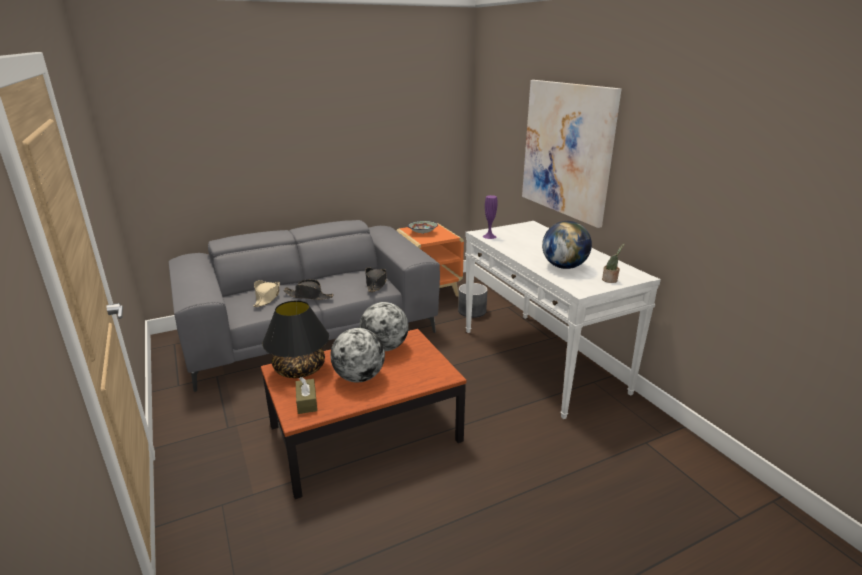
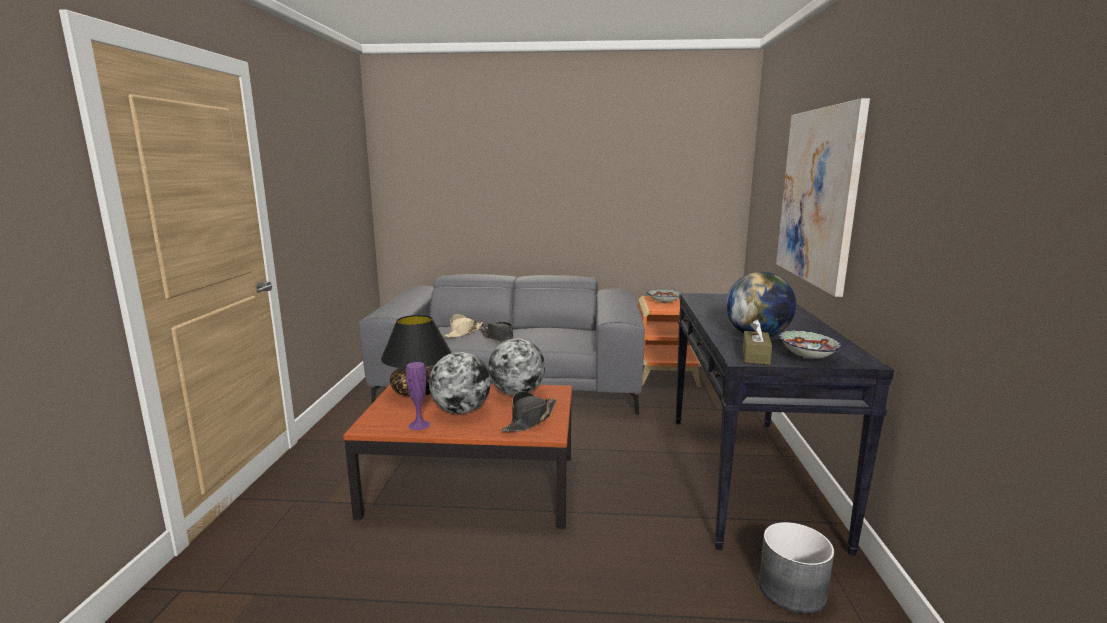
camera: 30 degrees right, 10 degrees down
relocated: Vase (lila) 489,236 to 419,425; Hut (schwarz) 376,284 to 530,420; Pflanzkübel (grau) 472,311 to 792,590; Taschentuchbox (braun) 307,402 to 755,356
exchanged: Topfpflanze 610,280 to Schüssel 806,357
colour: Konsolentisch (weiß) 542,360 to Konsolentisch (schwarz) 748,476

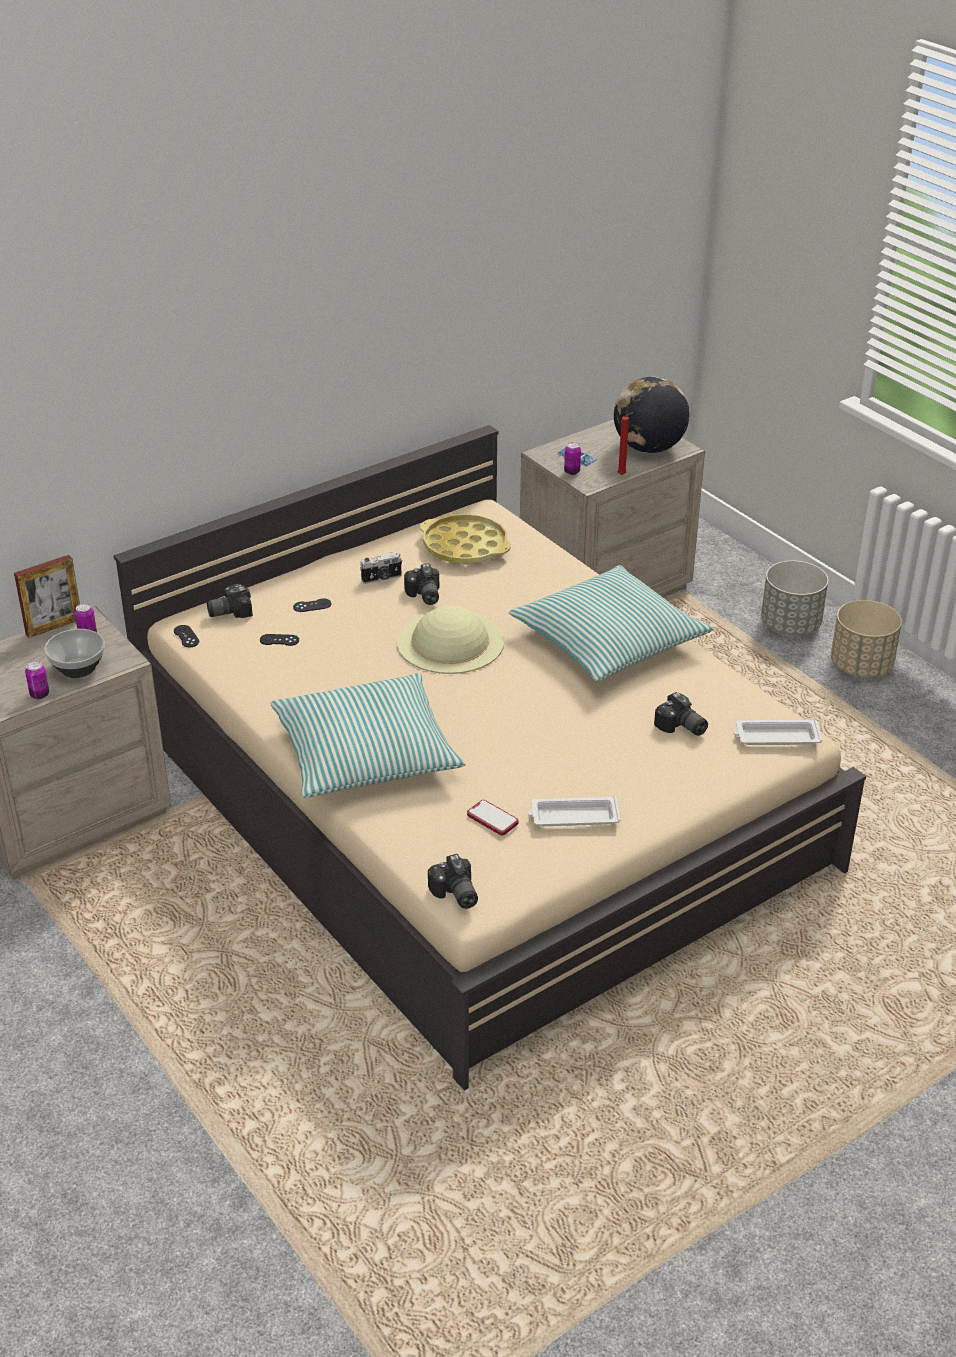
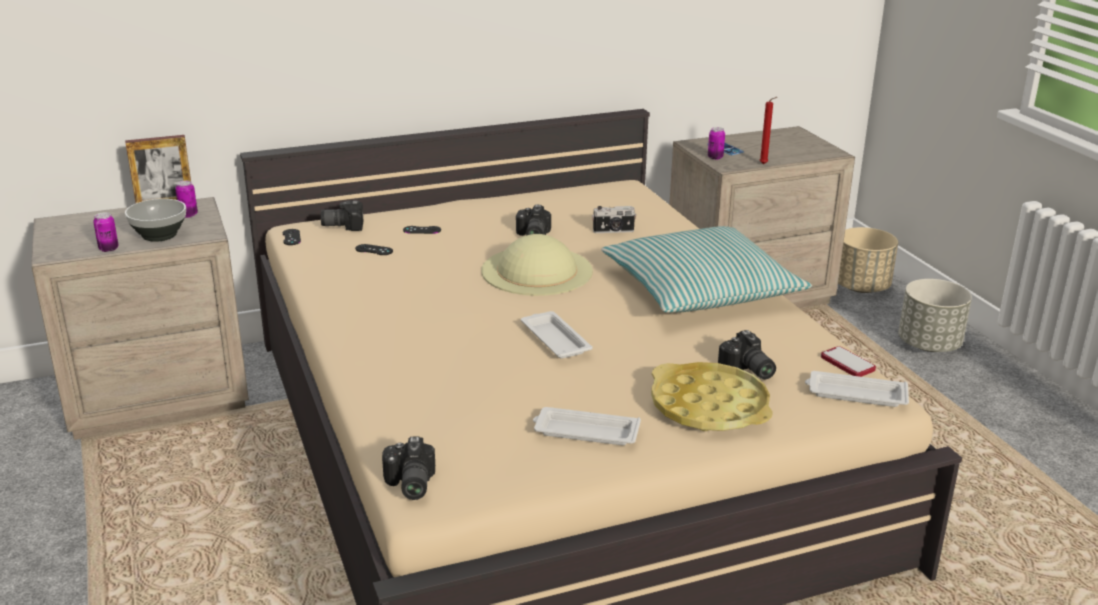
camera: 15 degrees right, 10 degrees down
missing: Globus 648,448; Kissen 365,753
appeared: Tablett (weiß) 554,339
relocated: Tablett (gelb) 465,547 to 709,407; Kamera 382,578 to 613,231; Pflanzkübel (beige) 861,666 to 861,287; Handy 492,819 to 847,363

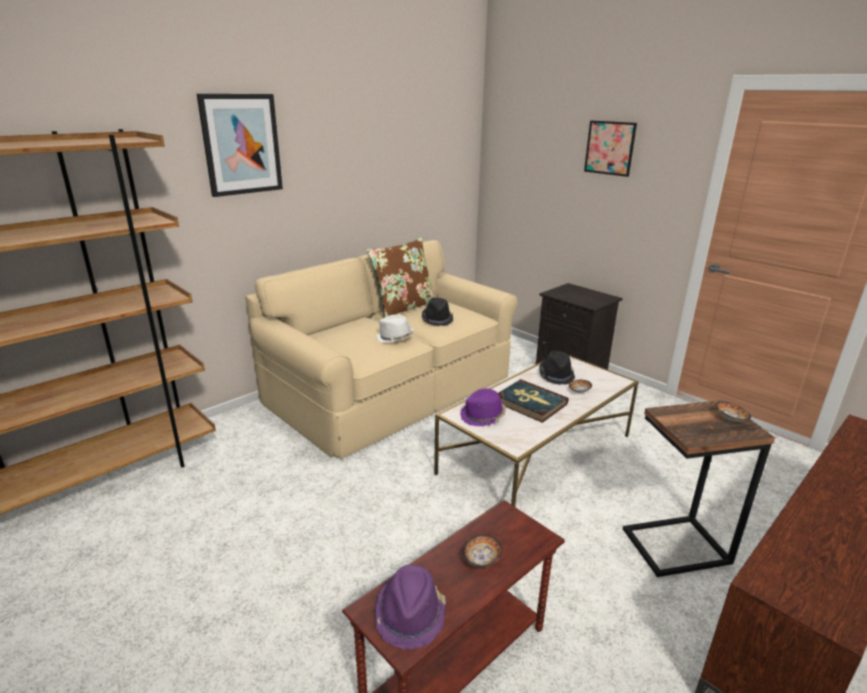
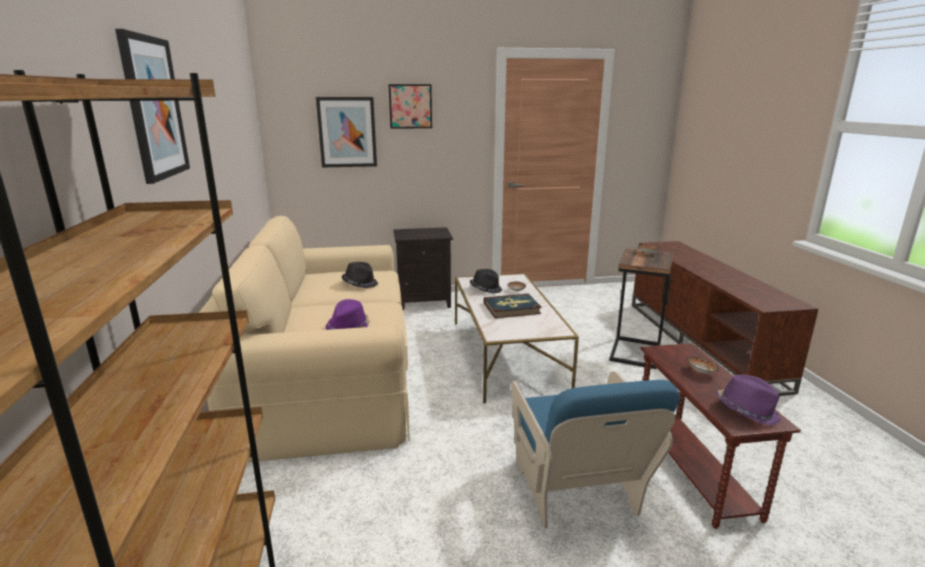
camera: 55 degrees left, 5 degrees down
missing: Kissen (braun) 404,308; Hut (weiß) 394,338
appeared: Bild 347,132; Sessel (blau) 577,493
relocated: Hut (lila) 483,416 to 349,327

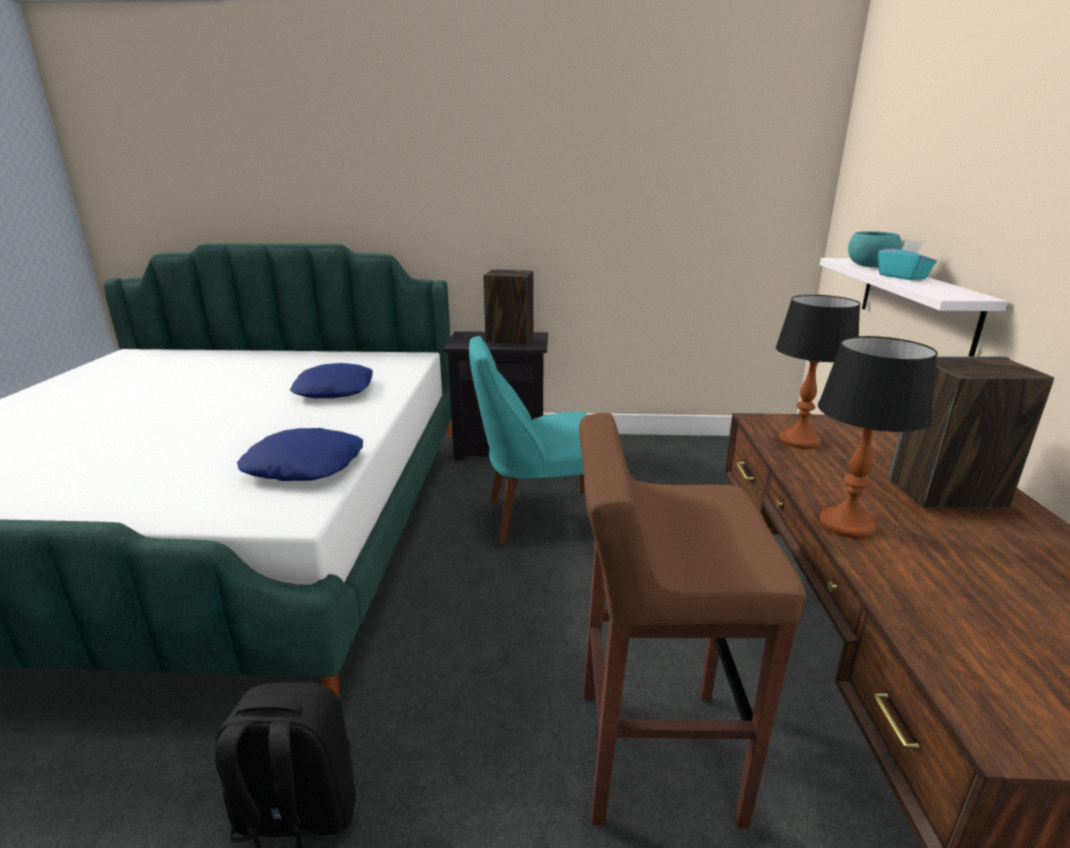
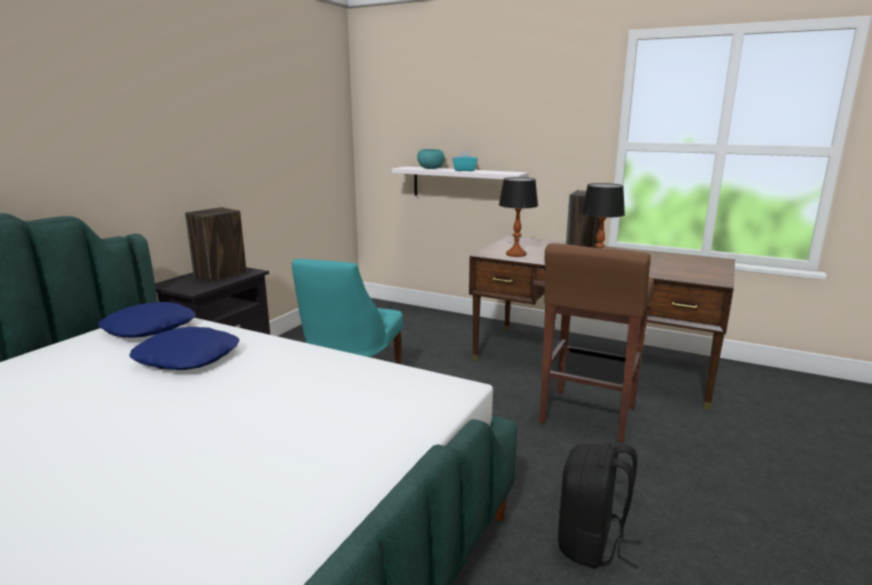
camera: 65 degrees left, 5 degrees down
relocated: Kissen (blau) 305,465 to 149,328

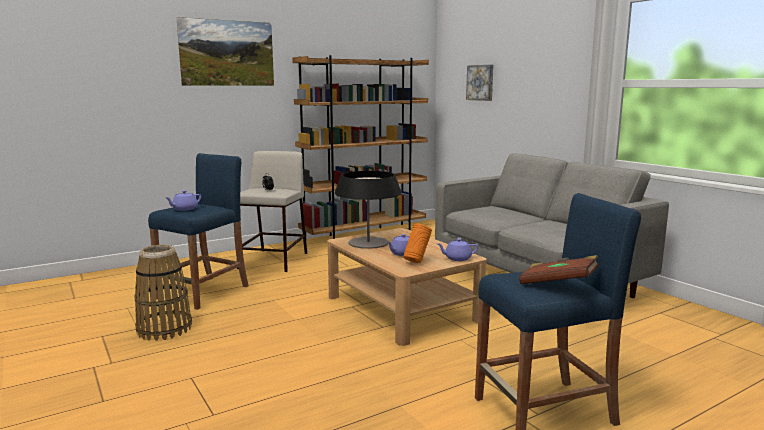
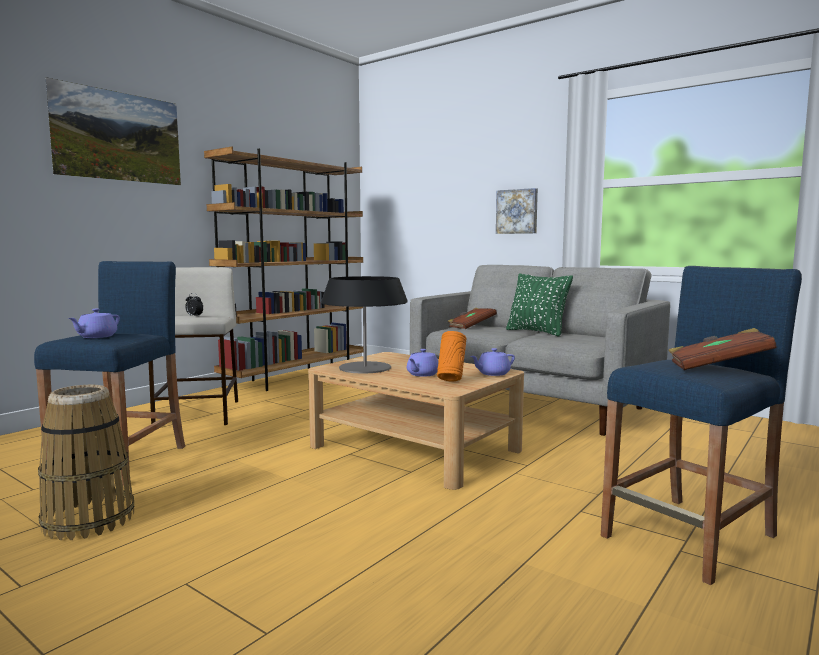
camera: 20 degrees left, 5 degrees down
appeared: Kissen (grün) 537,332; Buch (braun) 471,327
relocated: Bild 480,82 to 517,211

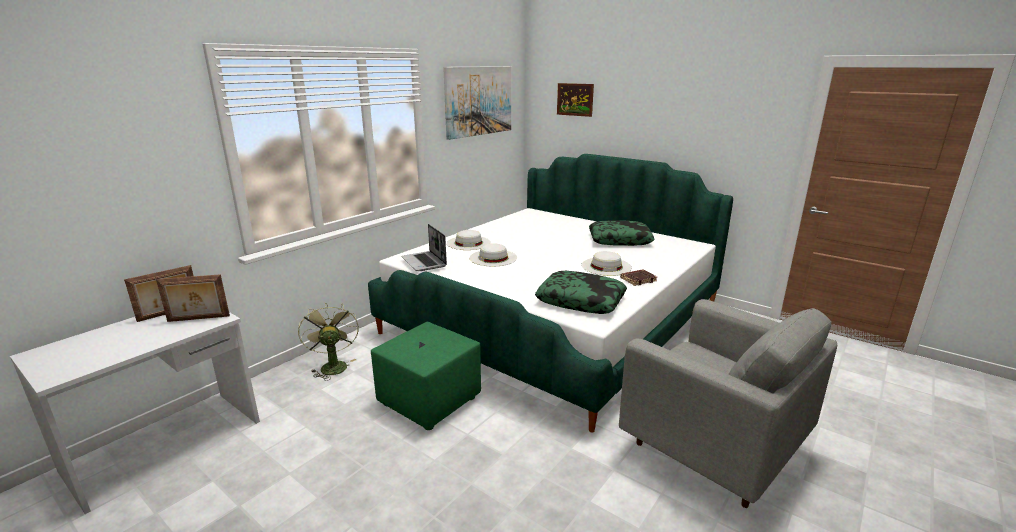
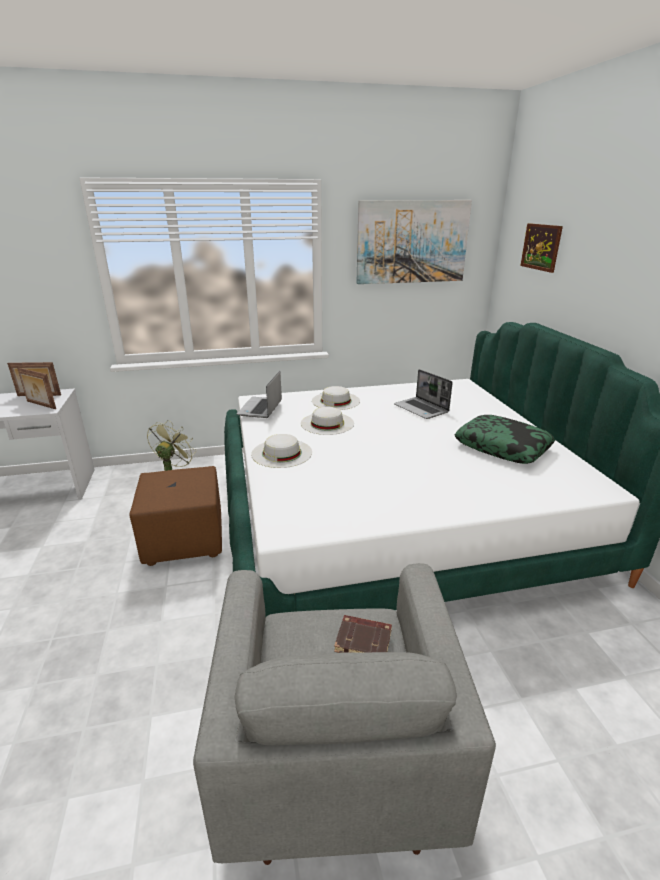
camera: 40 degrees right, 5 degrees up
missing: Kissen 581,300
appeared: Laptop 422,409
relocated: Hut (weiß) 606,266 to 282,453; Buch (braun) 638,279 to 364,641
colour: Polsterhocker (grün) 430,401 to Polsterhocker (braun) 185,541

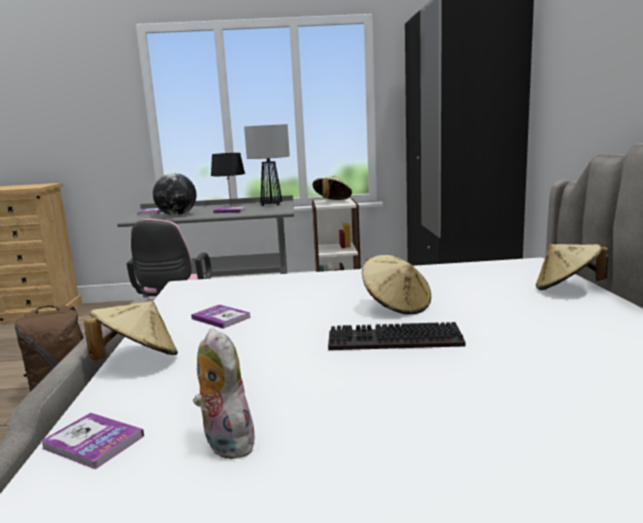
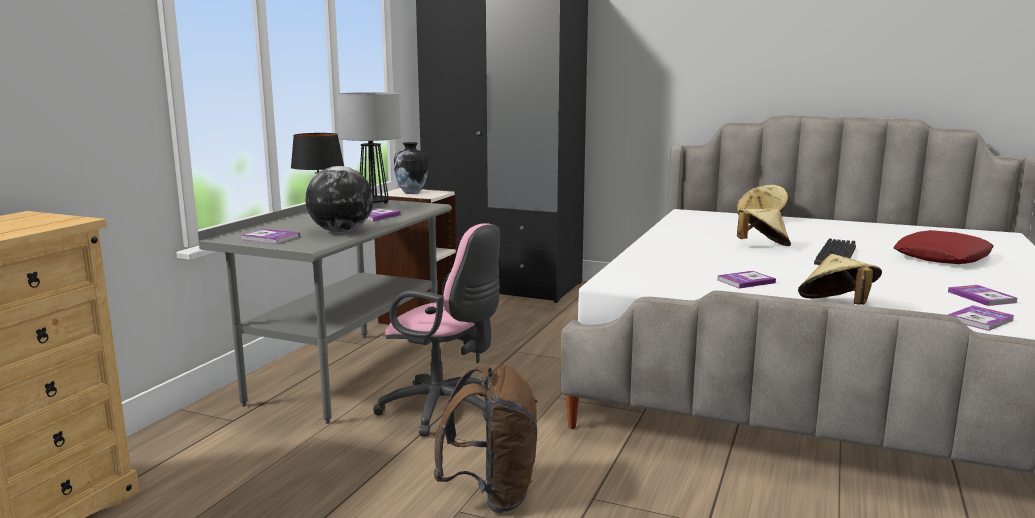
camera: 65 degrees left, 0 degrees up
appeared: Kissen (rot) 942,257
exchanged: Hut (beige) 332,202 to Vase 411,193; Plüschtier 224,443 to Buch 982,297

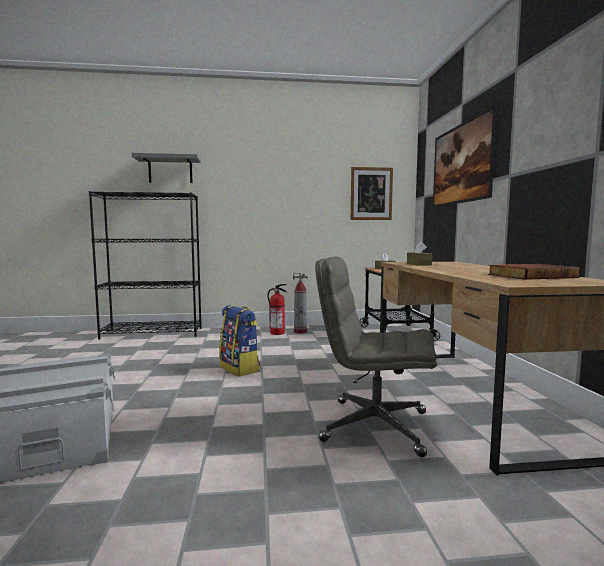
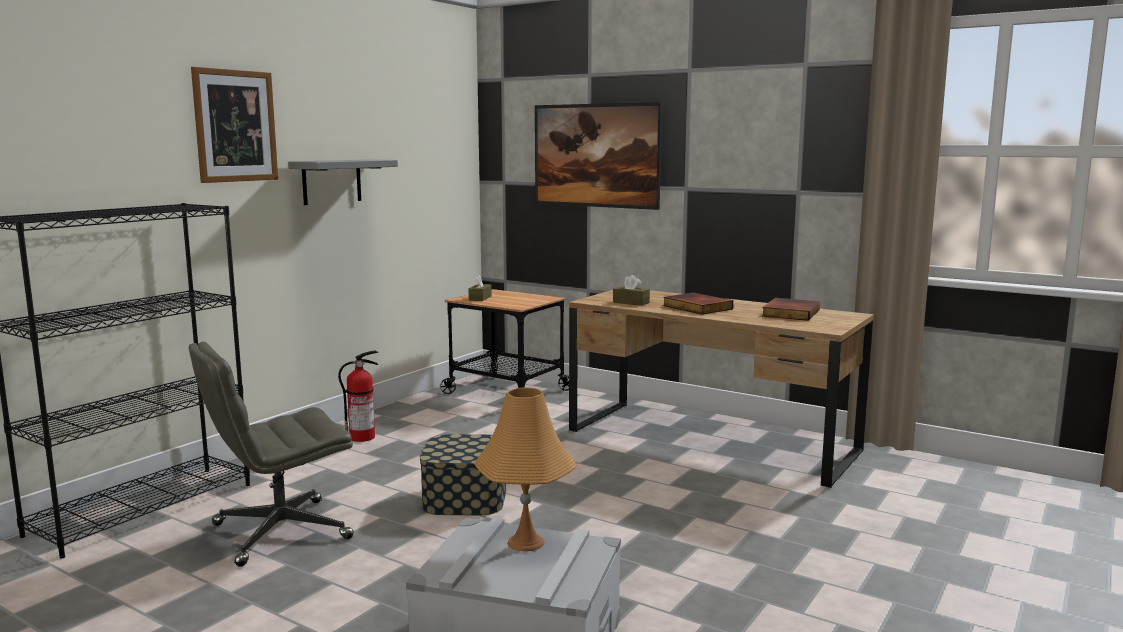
camera: 50 degrees left, 5 degrees up
missing: Feuerlöscher 300,332
appeared: Buch 696,307; Tischlampe (orange) 526,542
relocated: Wandregal (grau) 170,170 to 332,181; Bild 371,193 to 235,126; Bürostuhl (grau) 374,426 to 279,532
exchanged: Rucksack 240,368 to Aufbewahrungsbox 465,498

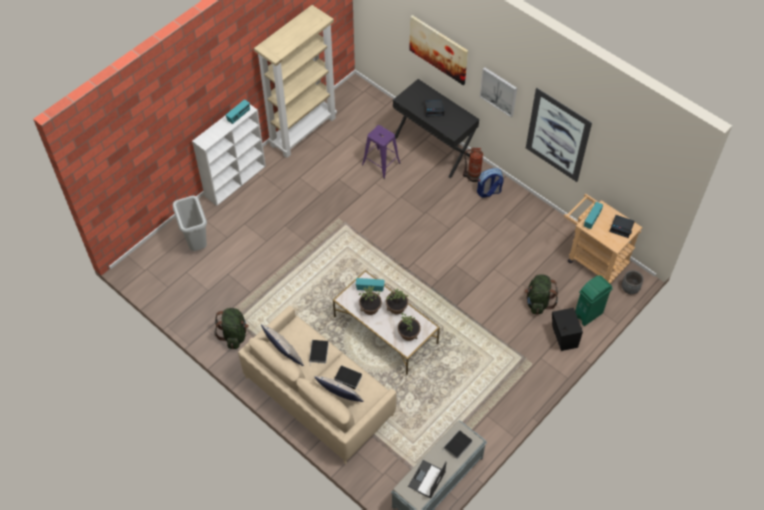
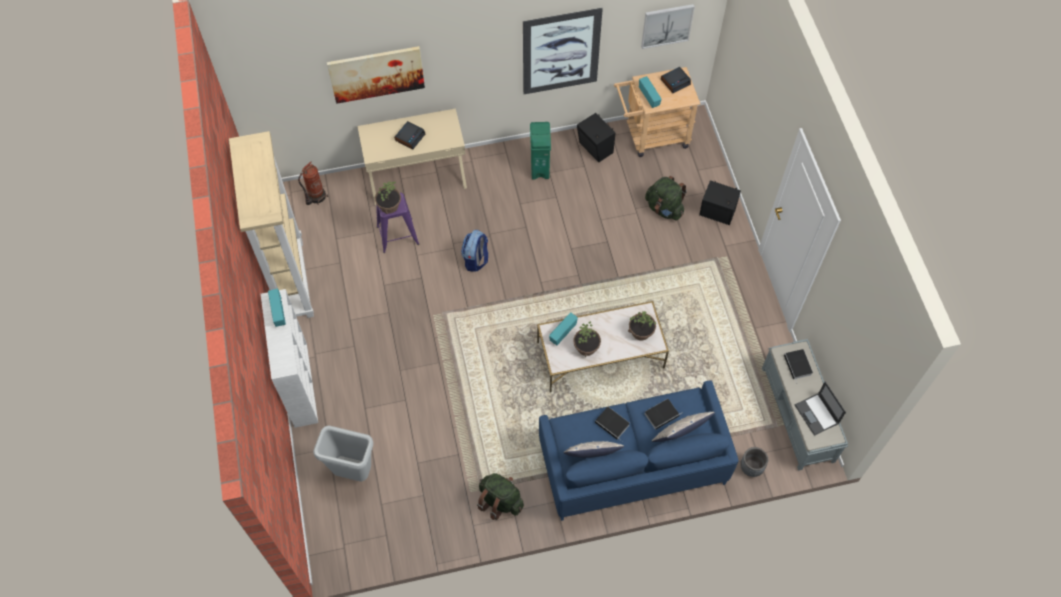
camera: 55 degrees left, 5 degrees up
appeared: Lautsprecher (schwarz) 595,149
relocated: Bild 498,91 to 666,25; Feuerlöscher 473,176 to 315,196; Rucksack 488,192 to 476,260; Pflanzkübel (grau) 630,288 to 751,467; Mülleimer (grün) 588,314 to 540,167; Topfpflanze 396,307 to 389,205
colour: Schreibtisch (schwarz) 433,147 to Schreibtisch (beige) 417,177; Sofa (beige) 318,396 to Sofa (blau) 632,462

